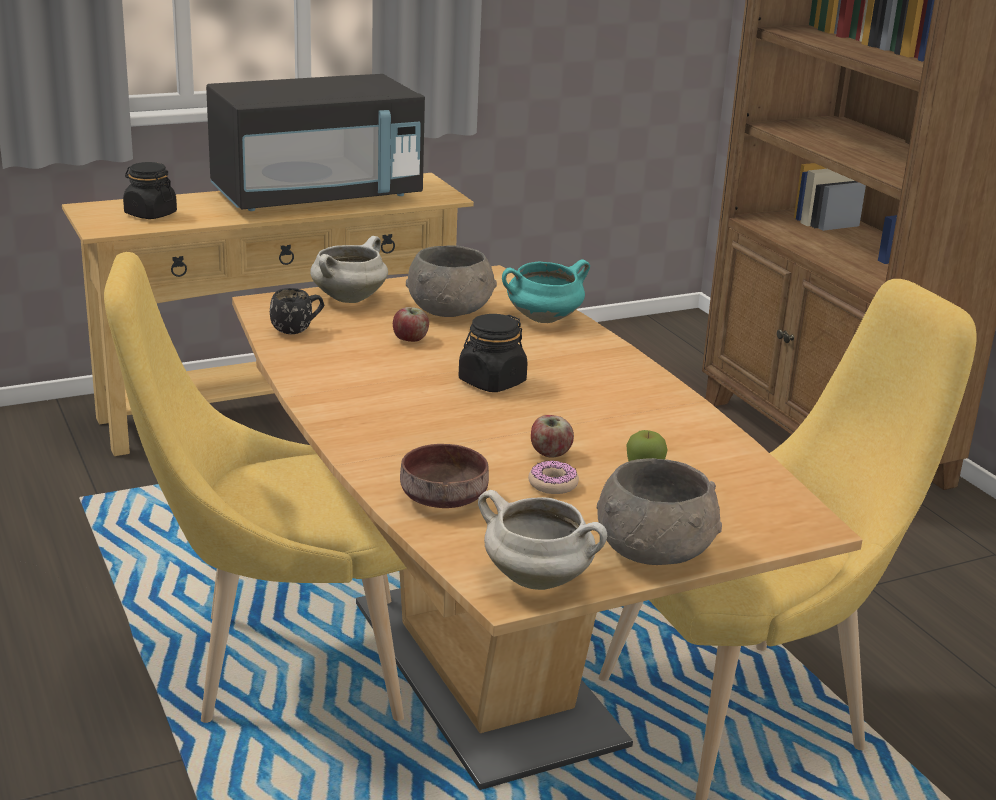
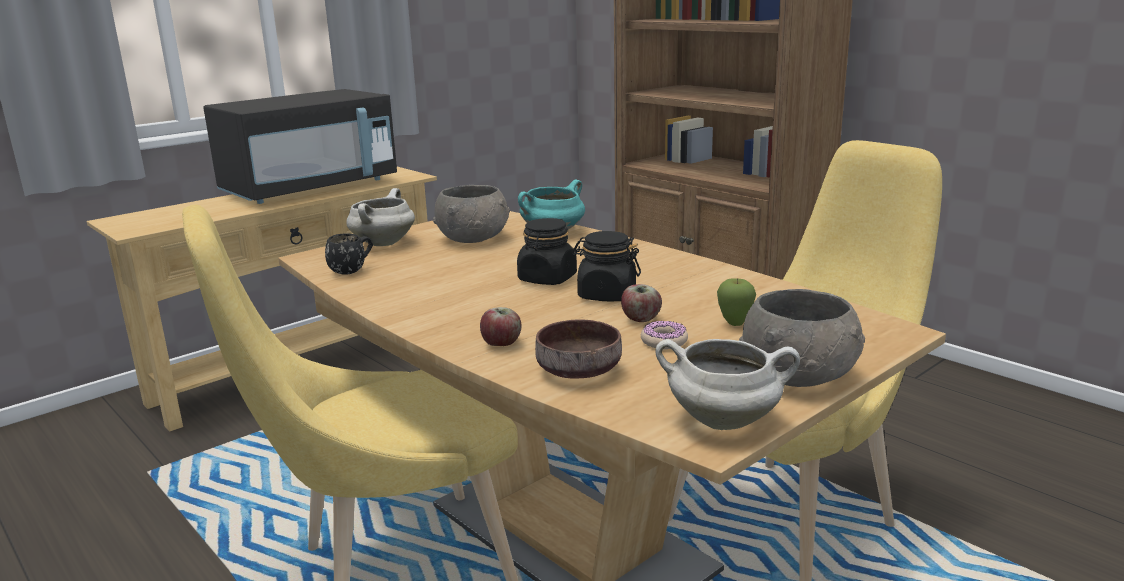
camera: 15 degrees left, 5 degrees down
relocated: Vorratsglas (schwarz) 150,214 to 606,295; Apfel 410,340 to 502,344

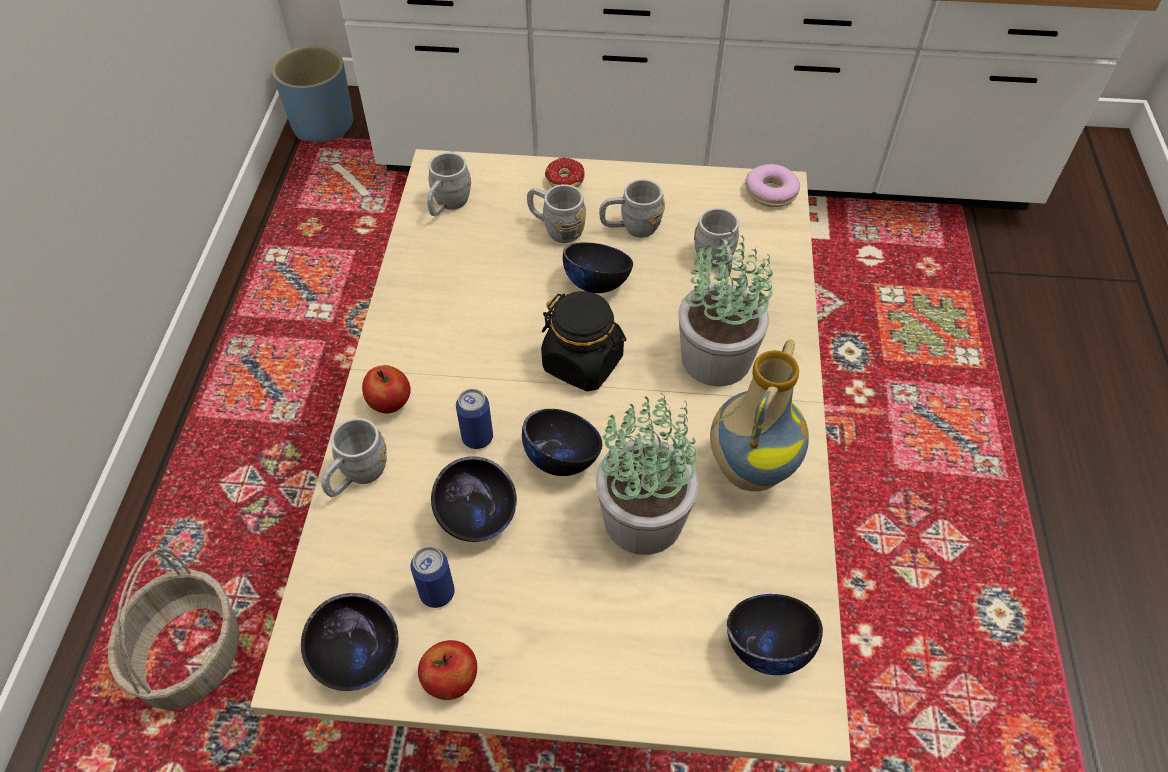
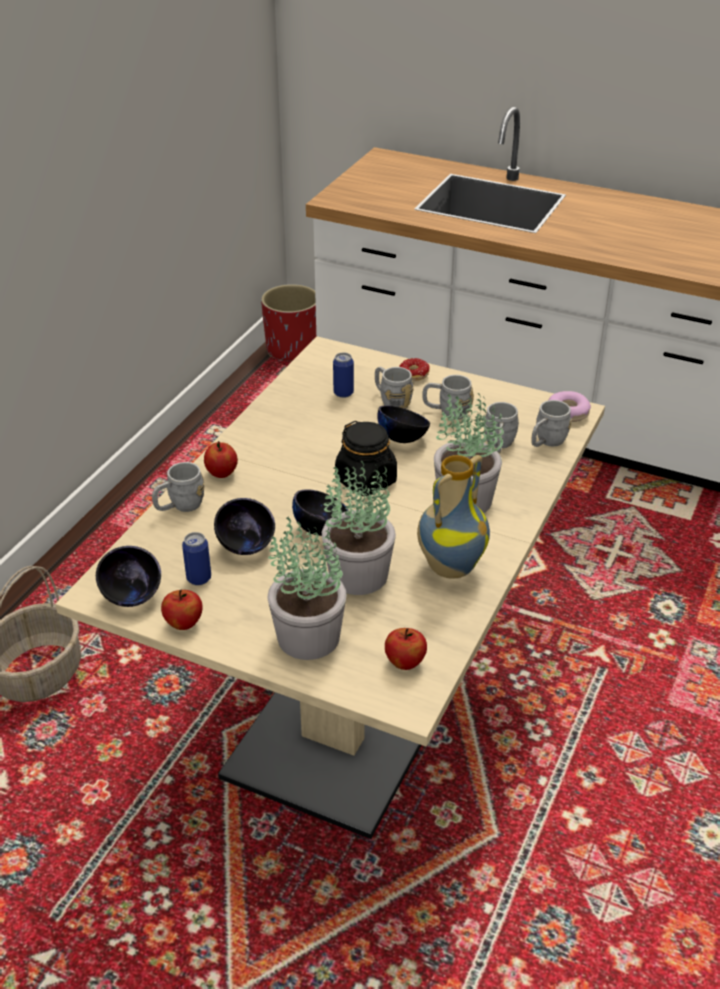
camera: 20 degrees right, 15 degrees down
appeared: Topfpflanze 307,637
relocated: Henkelbecher (grau) 447,205 to 546,442; Dose 477,438 to 343,393
exchanged: Schüssel (schwarz) 767,646 to Apfel 405,662
colour: Pflanzkübel (blau) 322,124 to Pflanzkübel (rot) 292,349

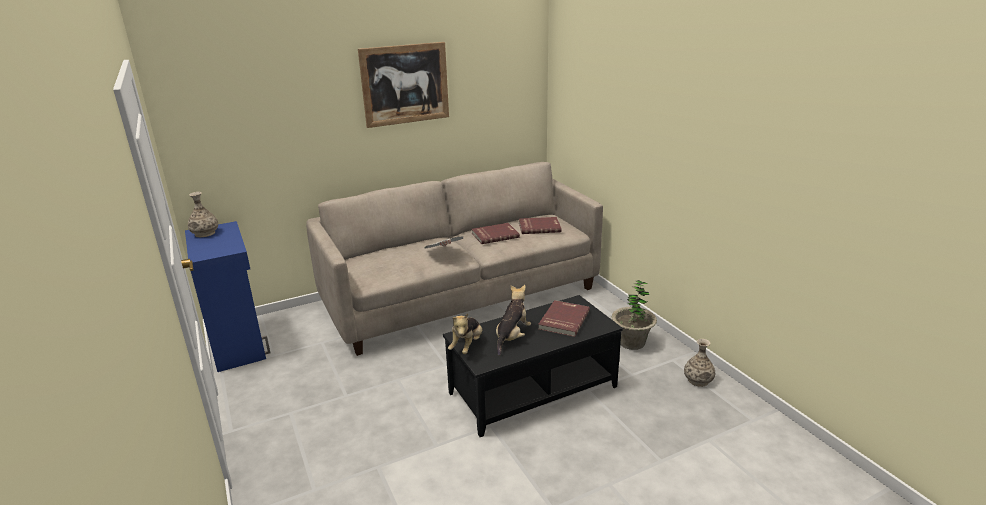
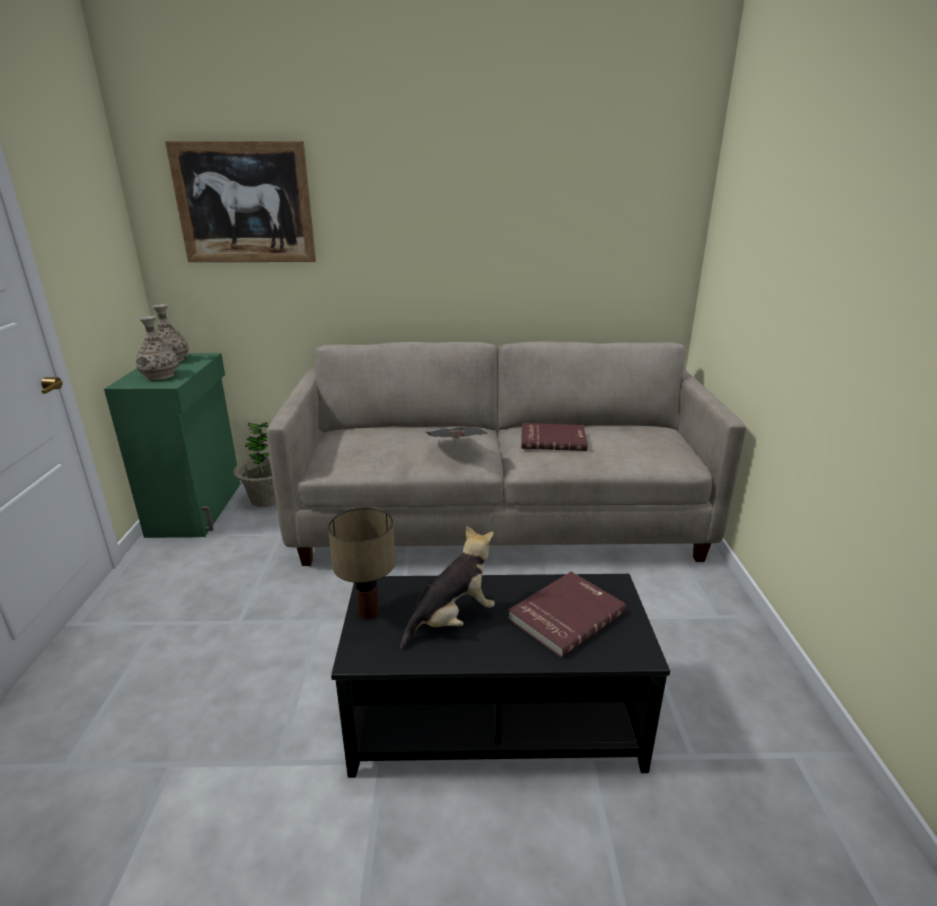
camera: 25 degrees right, 0 degrees up
missing: Buch (rot) 539,227
relocated: Bild 405,84 to 244,203; Topfpflanze 632,342 to 266,499; Vase 698,380 to 160,375
exchanged: Plüschtier 467,346 to Tischlampe 369,611
colour: Schrank (blau) 239,343 to Schrank (grün) 198,508

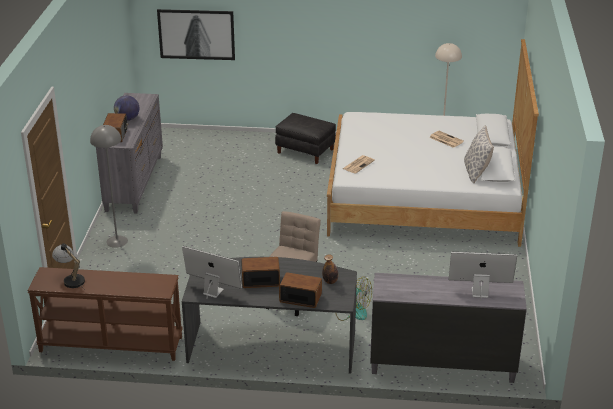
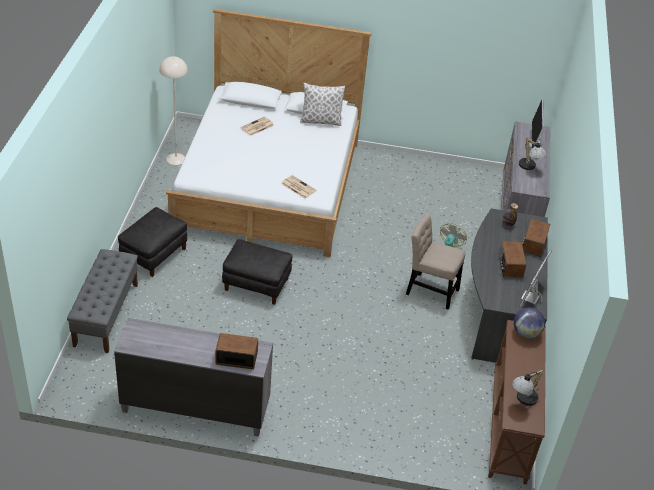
camera: 90 degrees left, 10 degrees up
missing: Bild 196,34; Stehlampe (grau) 117,241
appeared: Tischlampe 529,167; Polsterhocker (schwarz) 257,284; Bank (grau) 106,314
relocated: Globus 127,119 to 526,333

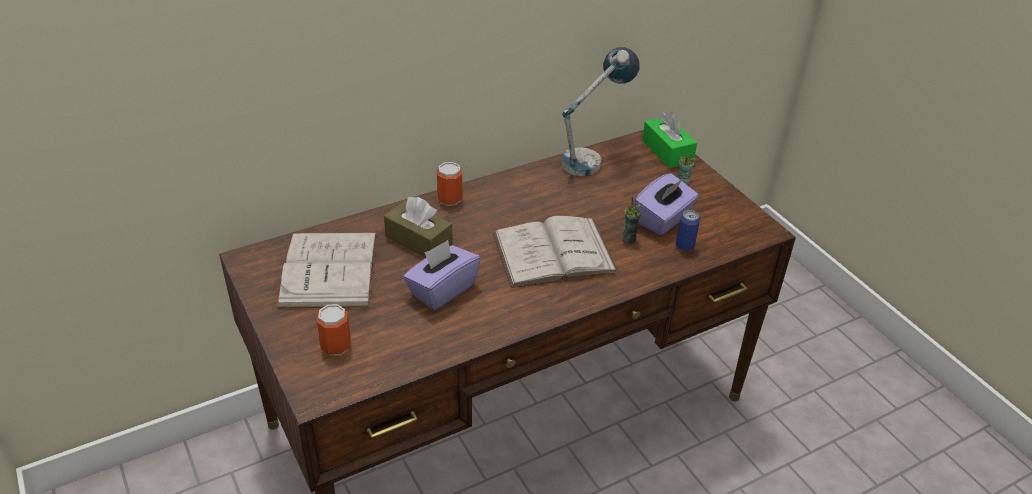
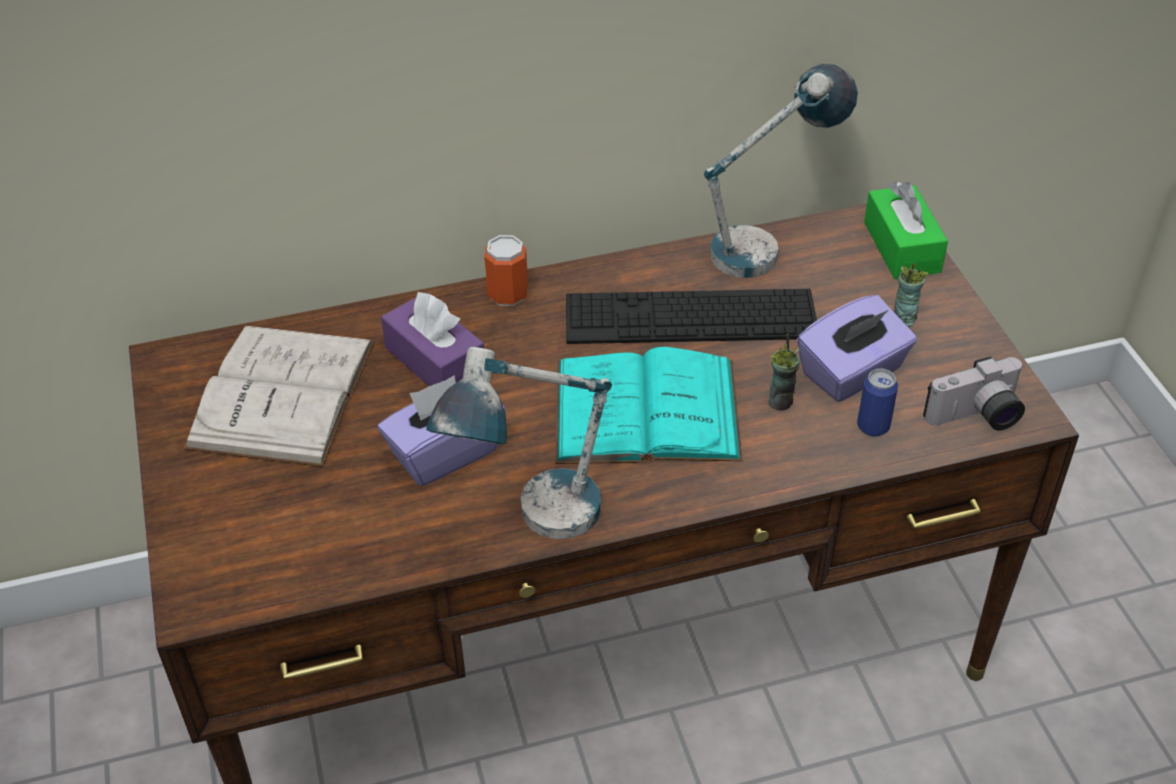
camera: 15 degrees right, 5 degrees up
missing: Dose 336,346
appeared: Tastatur 690,317; Tischlampe 532,526; Kamera 977,418
colour: Taschentuchbox (braun) 418,240 to Taschentuchbox (lila) 435,361; Buch (weiß) 554,253 to Buch (türkis) 646,411

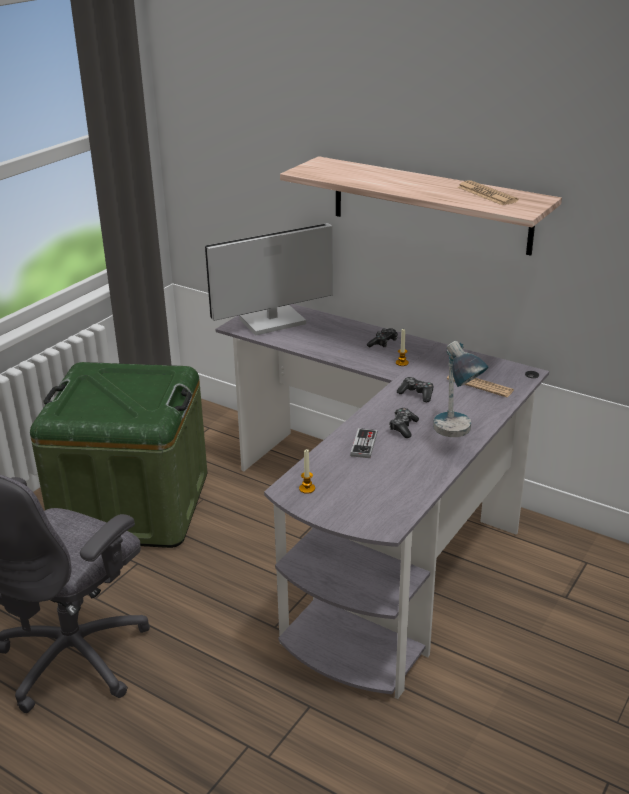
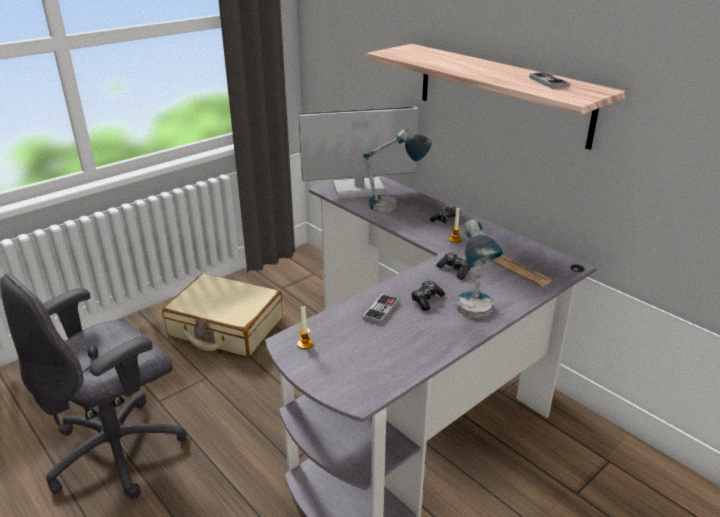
camera: 15 degrees right, 0 degrees up
appeared: Tischlampe 394,208
exchanged: Zeitung 486,194 to Gamepad 548,82; Aufbewahrungsbox (grün) 132,505 to Koffer (beige) 225,327

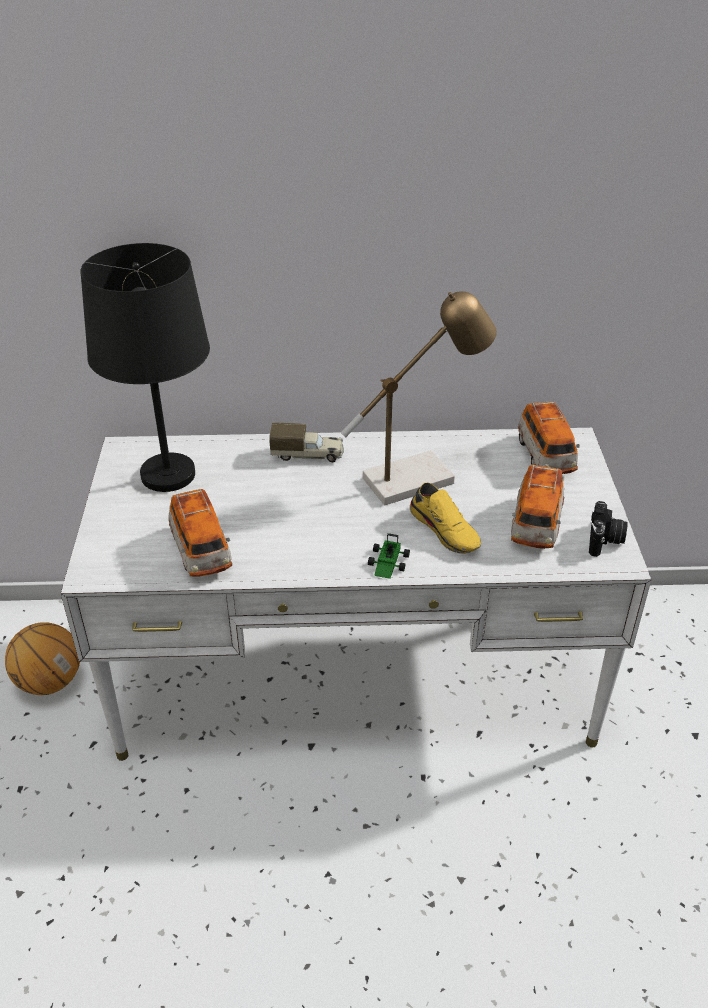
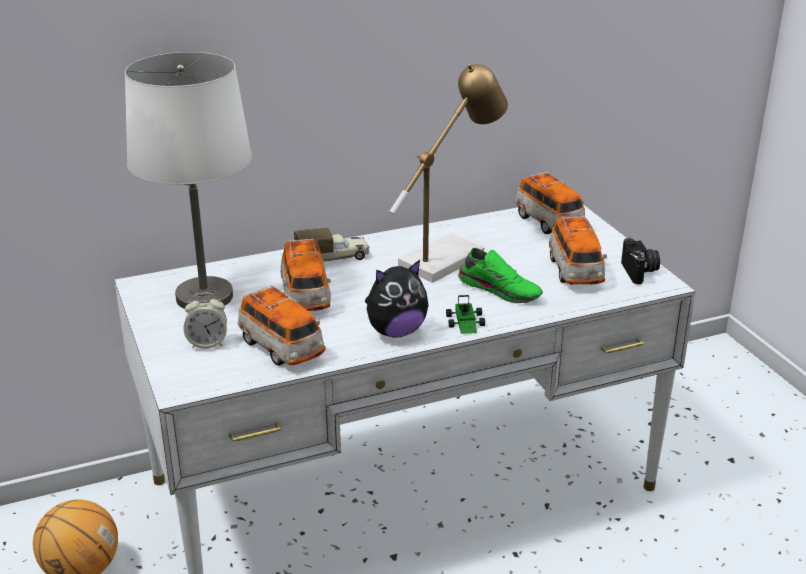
camera: 20 degrees left, 10 degrees down
appeared: Spielzeugauto 306,296; Plüschtier 396,331; Wecker 207,343
colour: Tischlampe (schwarz) 169,474 to Tischlampe (weiß) 205,297; Schuh (gelb) 446,530 to Schuh (grün) 500,289

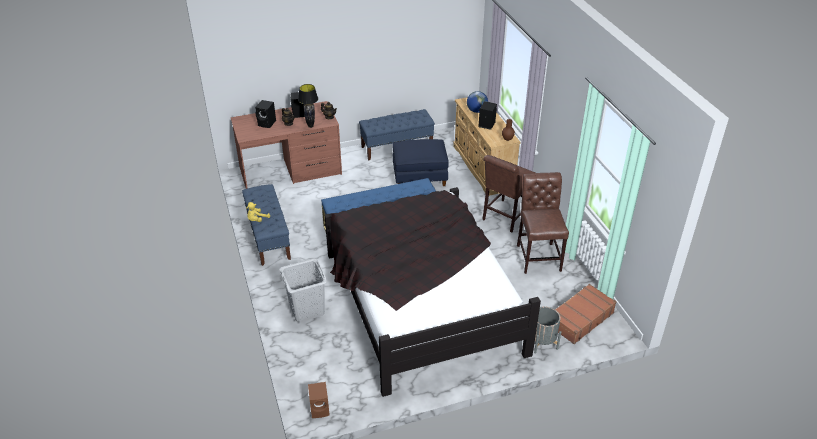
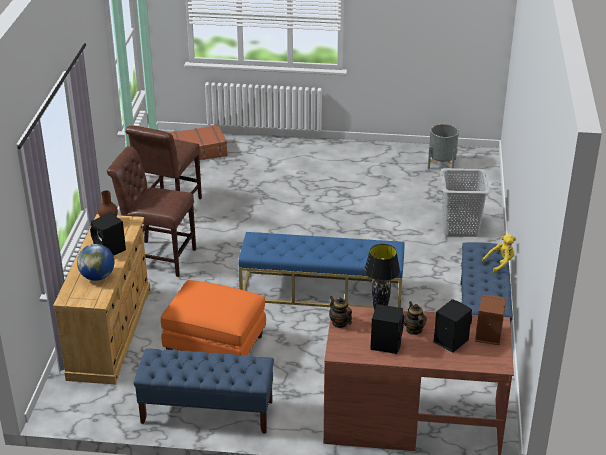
camera: 155 degrees left, 5 degrees down
missing: Bett (schwarz) 421,301
relocated: Pflanzkübel (grau) 542,342 to 441,164; Lautsprecher (braun) 320,409 to 487,334
colour: Polsterhocker (blau) 420,176 to Polsterhocker (orange) 214,346
spun: Stuhl (braun) 505,217 = 157,257 135 degrees counterclockwise

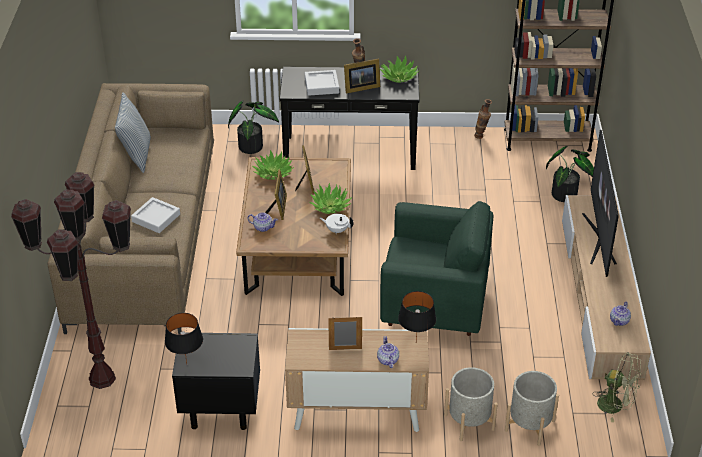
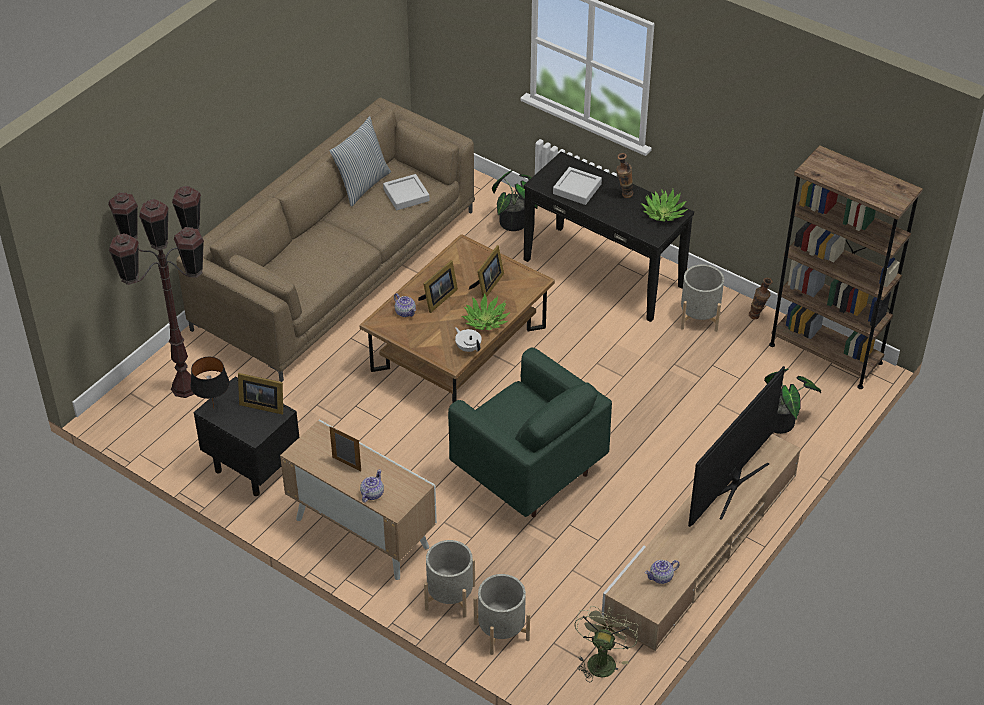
camera: 35 degrees right, 5 degrees up
missing: Topfpflanze 273,173; Tischlampe (schwarz) 416,343
appeared: Pflanzkübel (grau) 699,317
relocated: Bilderrahmen 360,87 to 261,404; Tablett (grau) 156,218 to 406,195
spun: Ventilator (grün) 616,406 = 602,659 135 degrees counterclockwise

